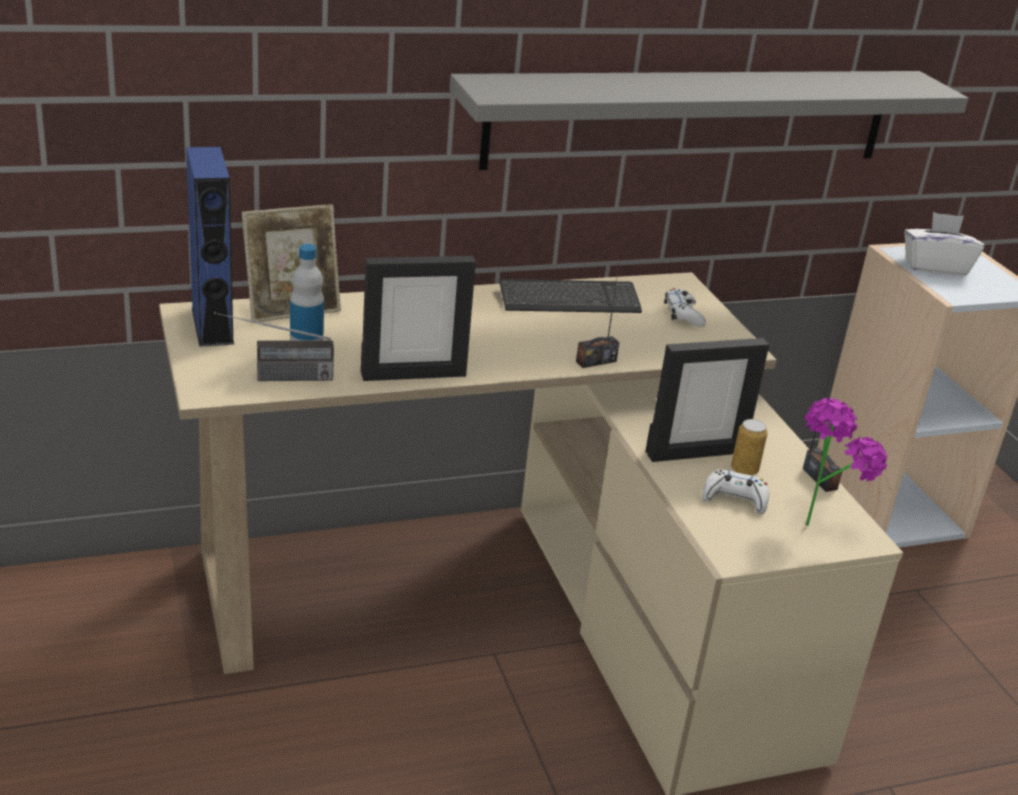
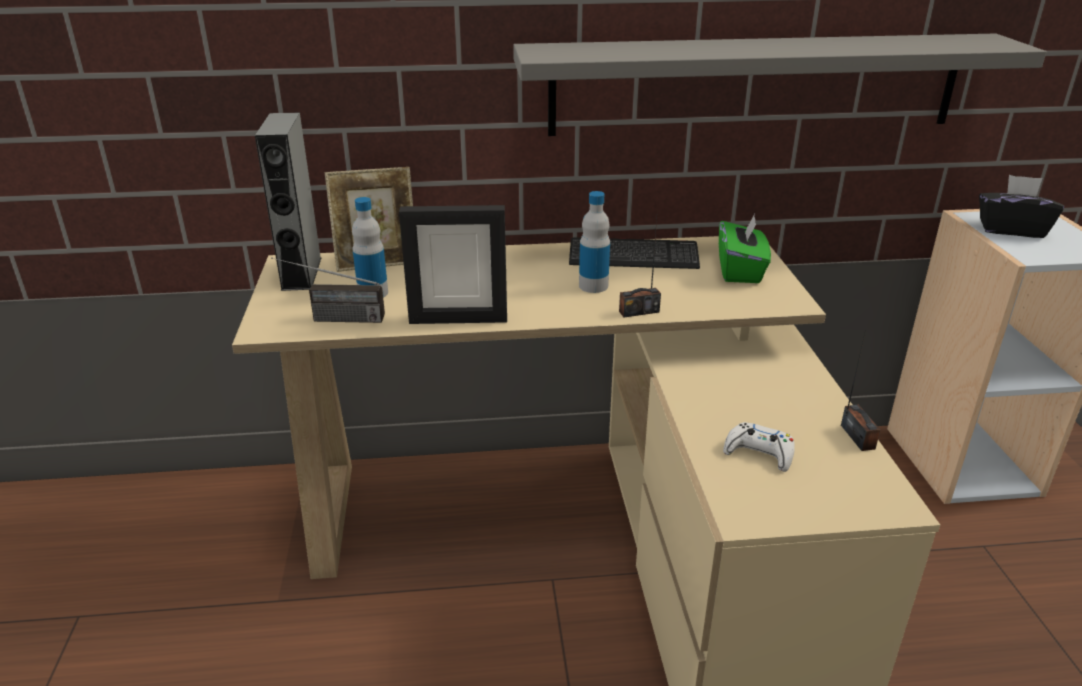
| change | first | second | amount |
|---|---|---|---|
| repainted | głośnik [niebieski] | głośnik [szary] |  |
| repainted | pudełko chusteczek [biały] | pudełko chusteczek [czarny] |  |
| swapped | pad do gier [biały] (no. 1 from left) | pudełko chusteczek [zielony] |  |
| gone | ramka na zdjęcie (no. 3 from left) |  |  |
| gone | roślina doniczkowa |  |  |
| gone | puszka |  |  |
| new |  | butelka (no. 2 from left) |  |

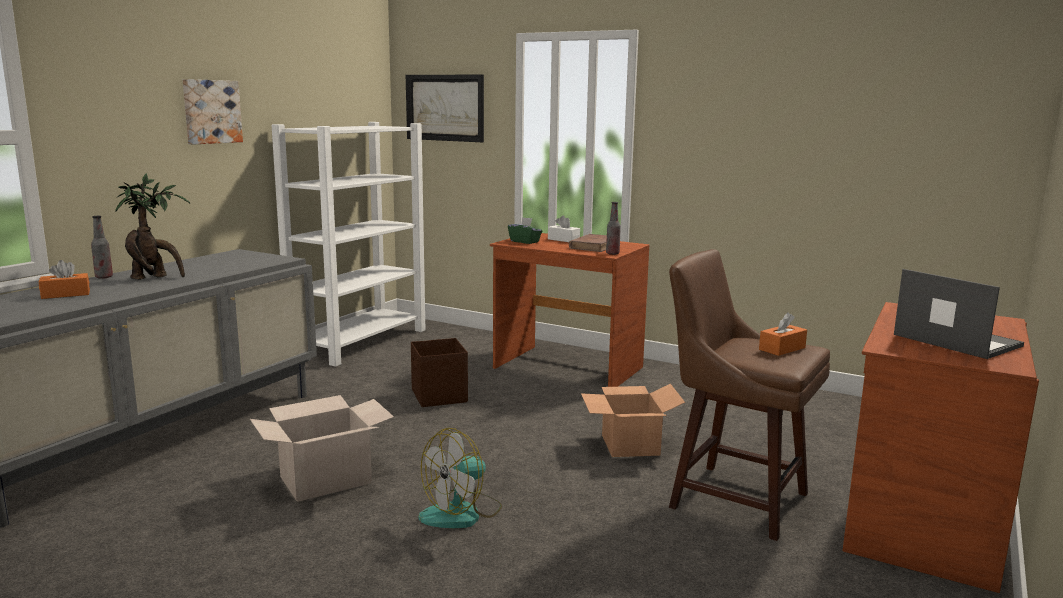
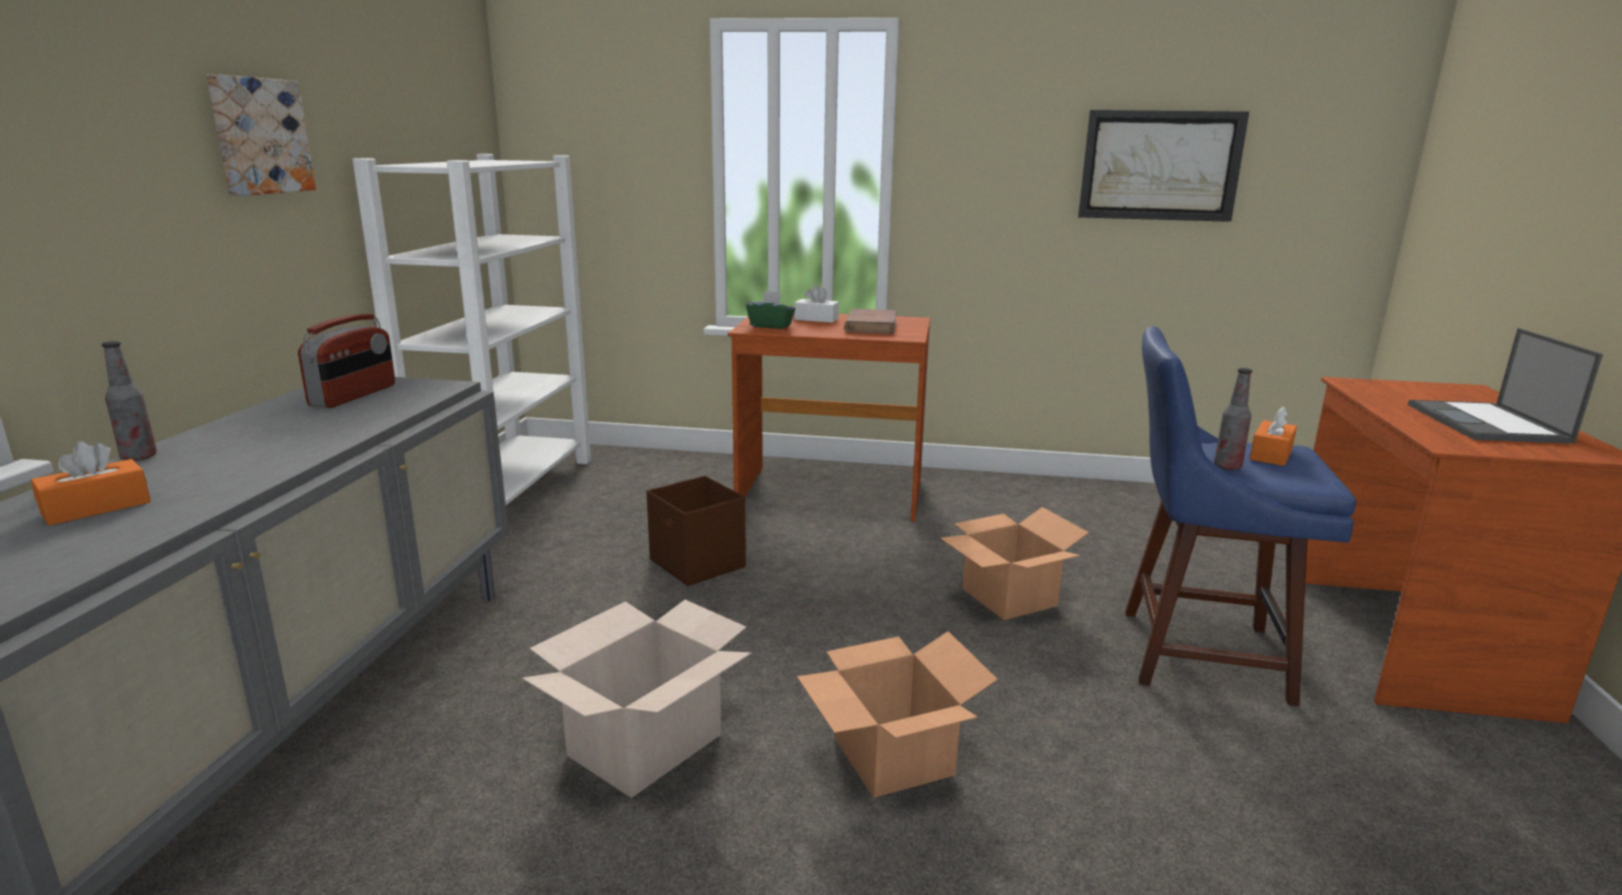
| change | first | second | amount |
|---|---|---|---|
| shifted | obraz (no. 2 from left) |  |  |
| gone | roślina doniczkowa |  |  |
| shifted | butelka (no. 2 from left) |  |  |
| repainted | stołek [brązowy] | stołek [niebieski] |  |
| rotated | laptop |  | 120 degrees counterclockwise |
| swapped | wentylator | karton (no. 2 from left) |  |
| new |  | radio |  |

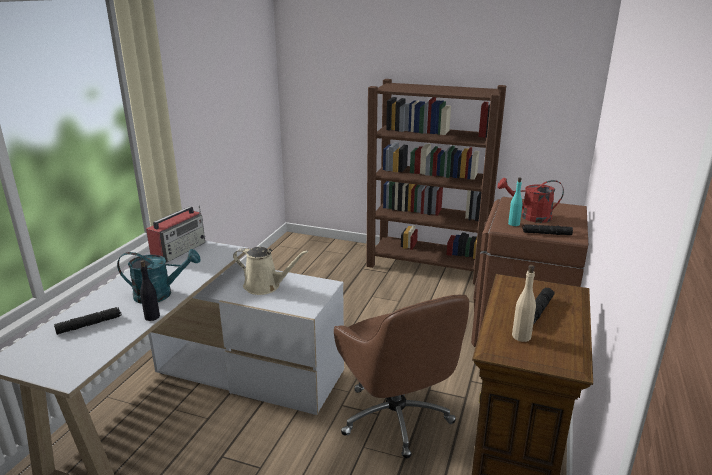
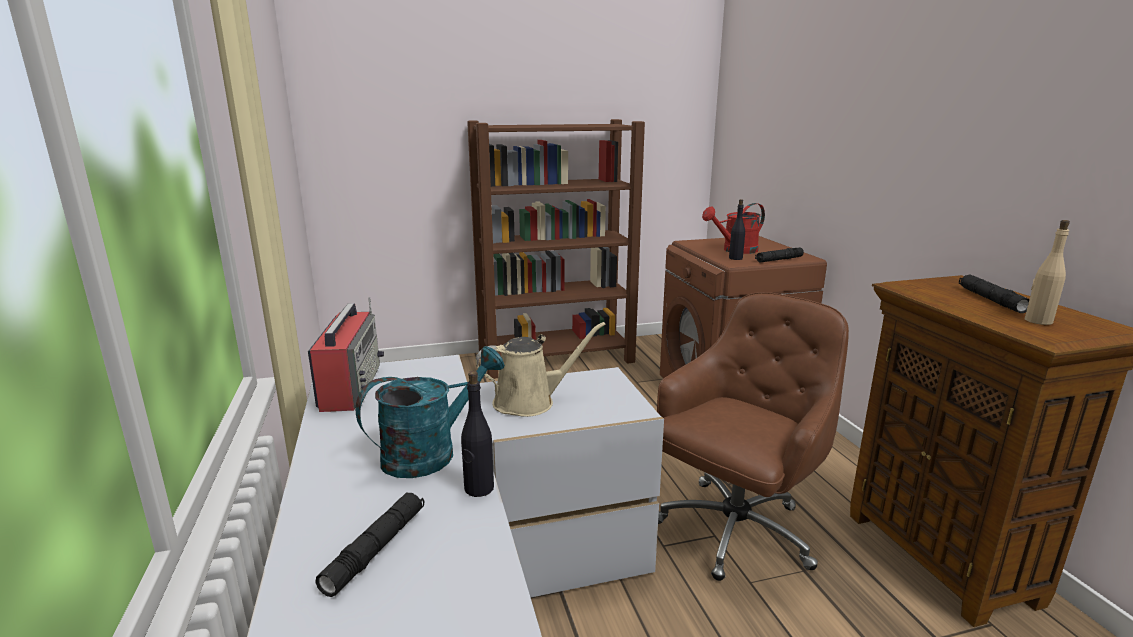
| change | first | second | amount |
|---|---|---|---|
| repainted | butelka [turkusowy] | butelka [czarny] (no. 2 from left) |  |
| rotated | krzesło biurowe [brązowy] |  | 75 degrees counterclockwise |

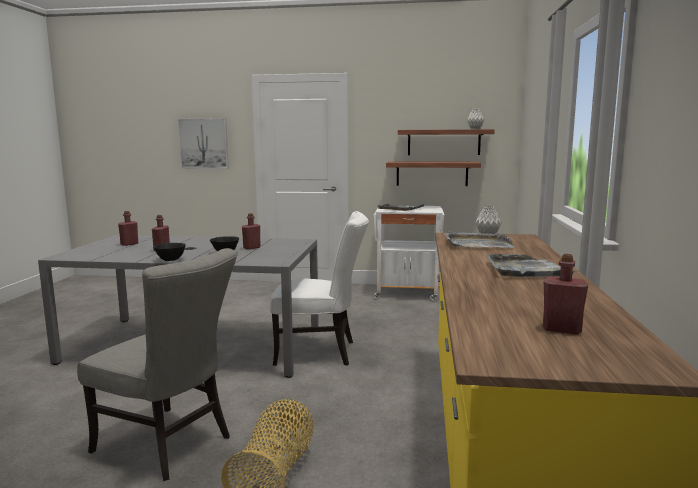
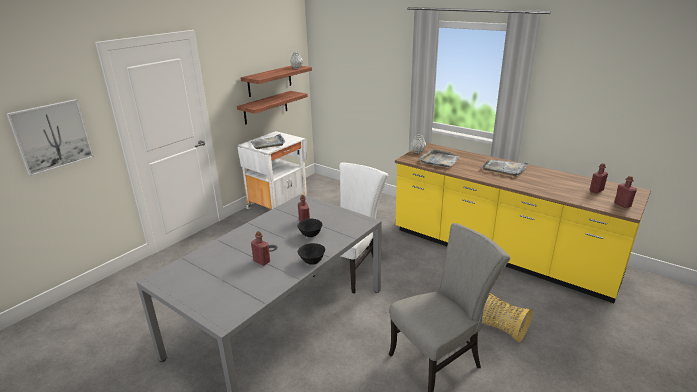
| change | first | second | amount |
|---|---|---|---|
| shifted | butelka [czerwony] (no. 1 from left in the first image) | butelka [czerwony] (no. 4 from left) |  |

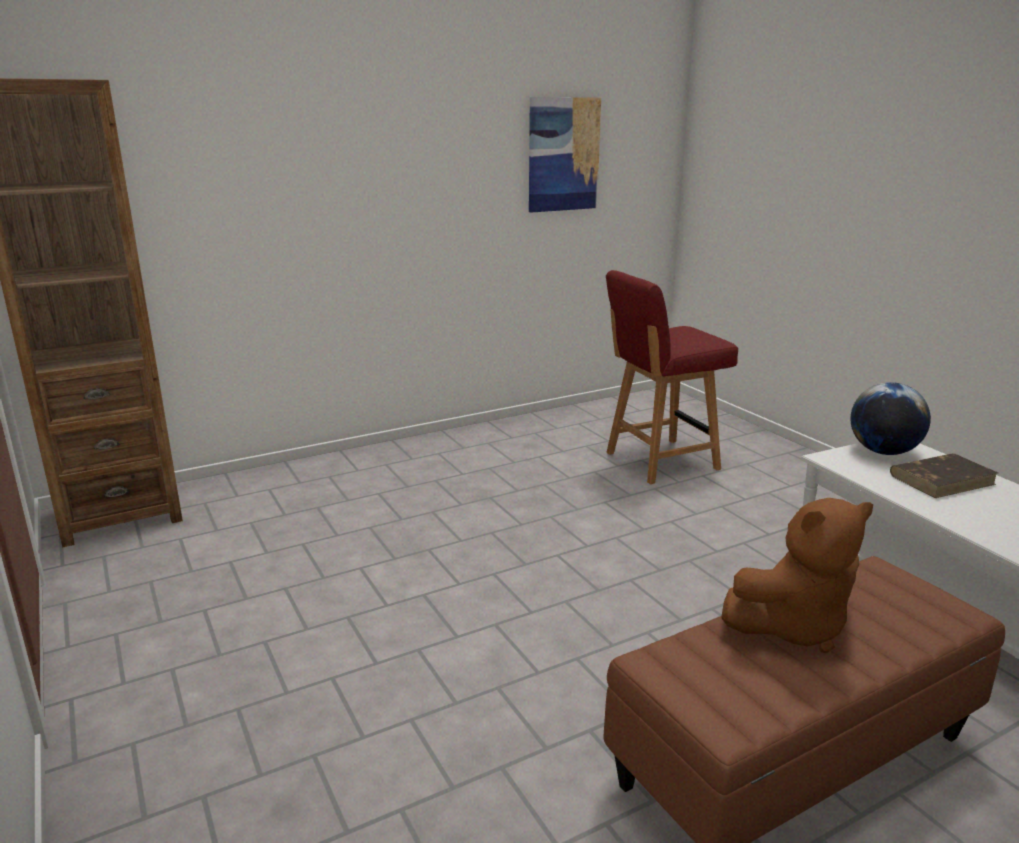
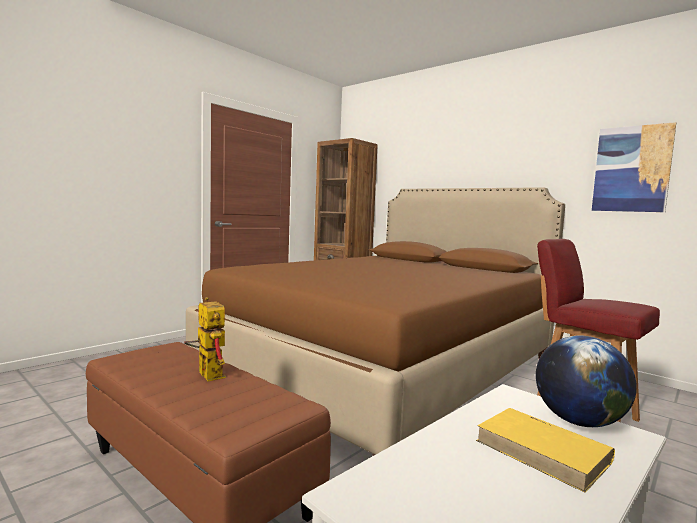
| change | first | second | amount |
|---|---|---|---|
| repainted | książka [brązowy] | książka [żółty] |  |
| swapped | pluszak [brązowy] | robot zabawkowy |  |
| new |  | łóżko [brązowy] |  |

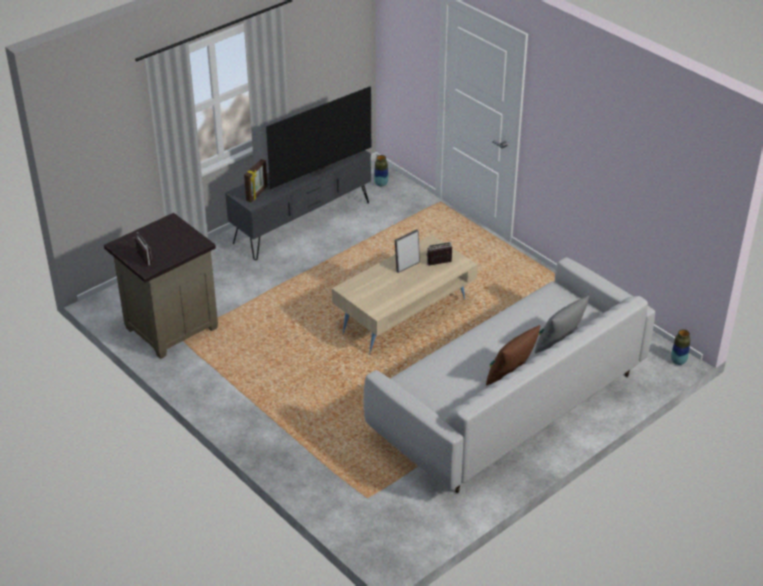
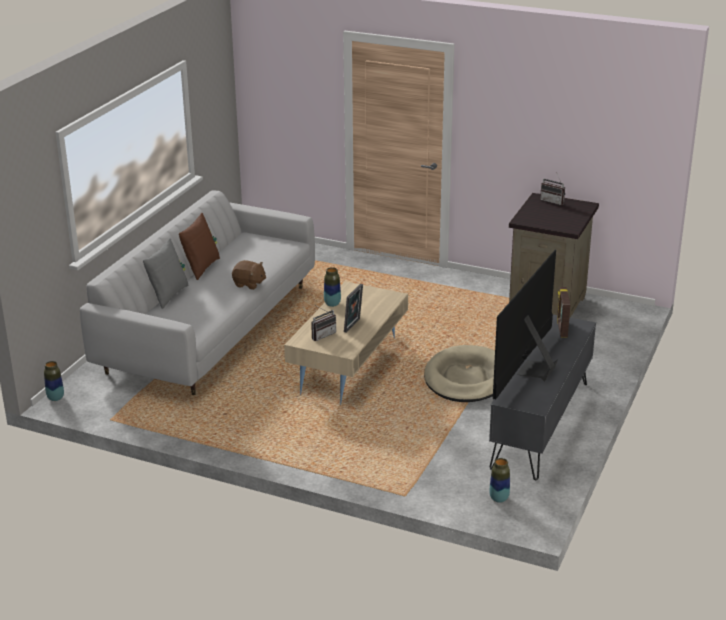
| change | first | second | amount |
|---|---|---|---|
| new |  | pluszak [brązowy] |  |
| new |  | wazon (no. 2 from left) |  |
| new |  | legowisko [beżowy] |  |

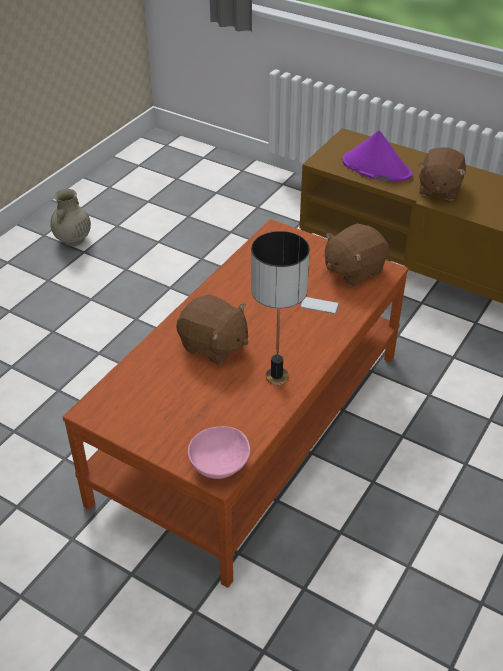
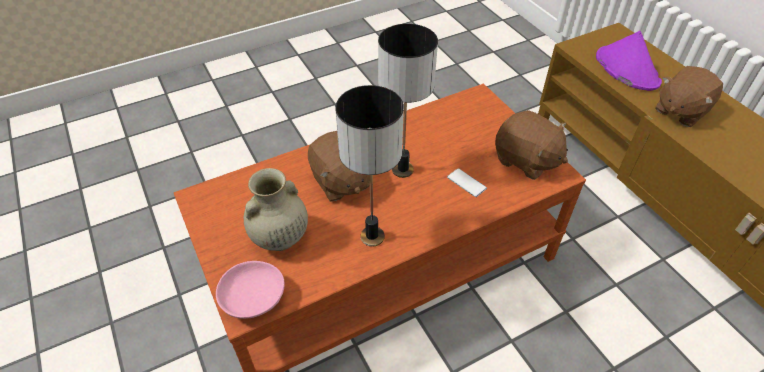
| change | first | second | amount |
|---|---|---|---|
| shifted | wazon [beżowy] |  |  |
| rotated | pluszak [brązowy] (no. 2 from left) |  | 135 degrees counterclockwise |
| new |  | lampa stołowa (no. 2 from left) |  |

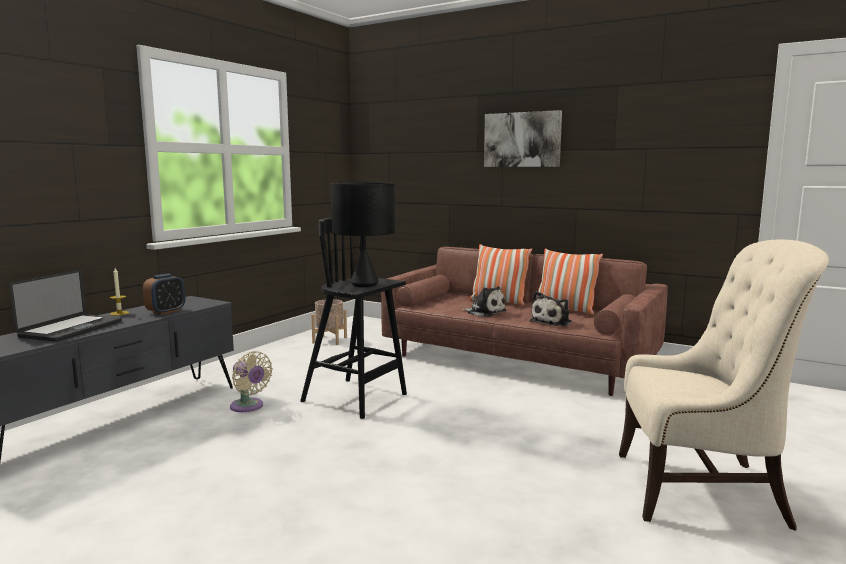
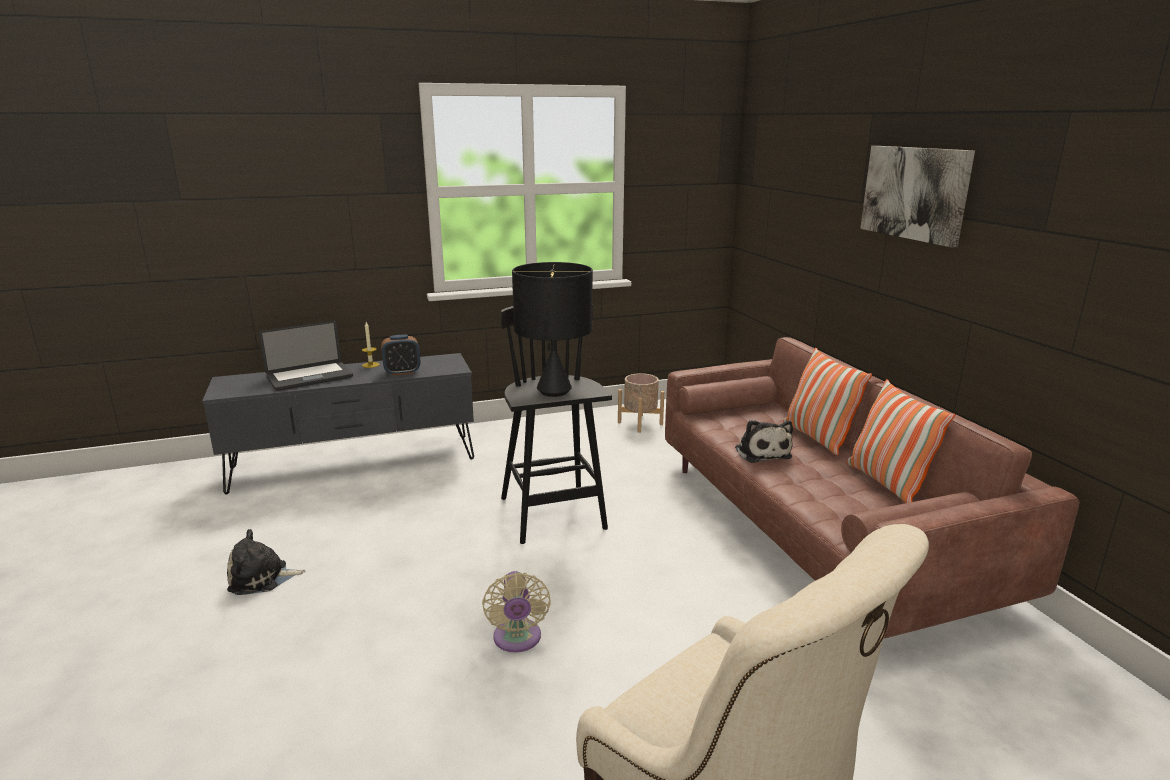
| change | first | second | amount |
|---|---|---|---|
| shifted | pluszak (no. 2 from left in the first image) | pluszak (no. 1 from left) |  |
| shifted | wentylator [beżowy] |  |  |

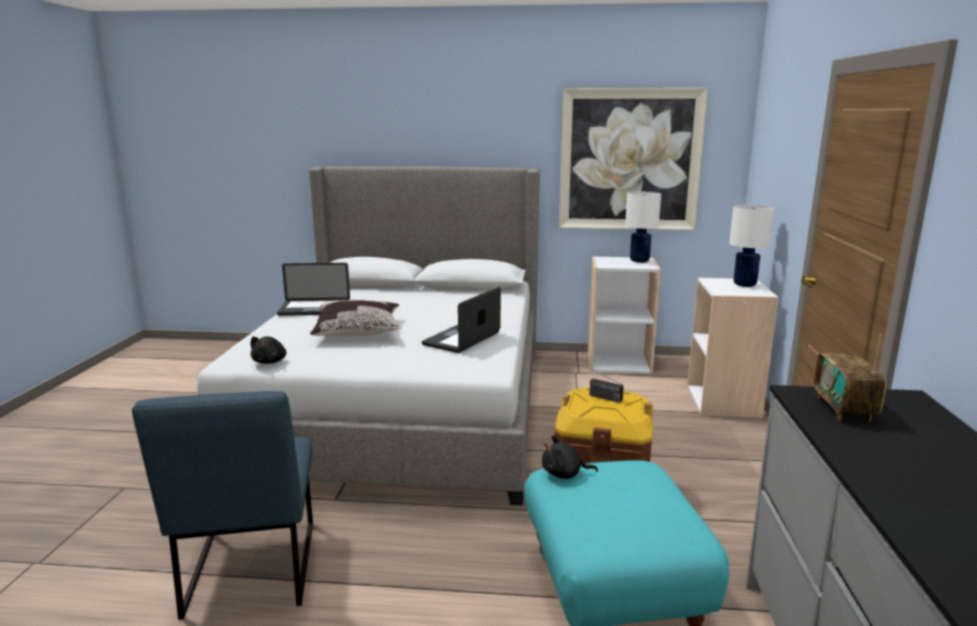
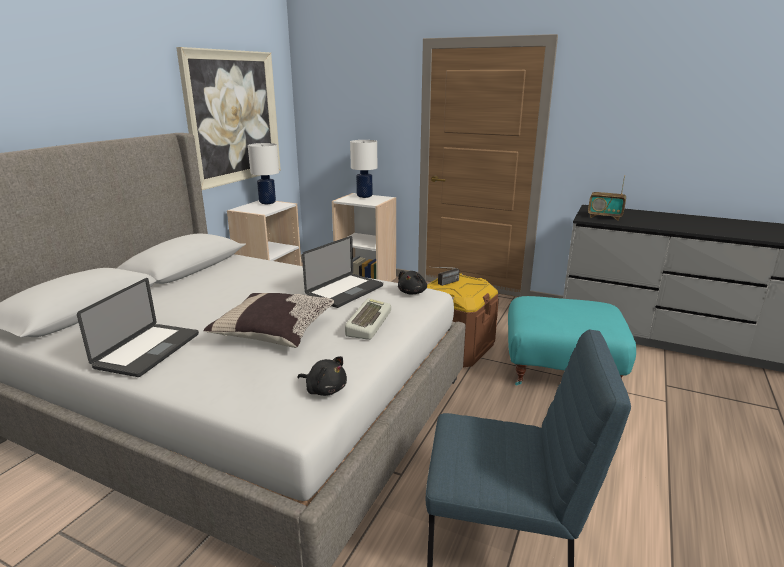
| change | first | second | amount |
|---|---|---|---|
| rotated | laptop (no. 2 from left) |  | 105 degrees counterclockwise |
| shifted | pluszak [czarny] (no. 2 from left) |  |  |
| new |  | klawiatura |  |

